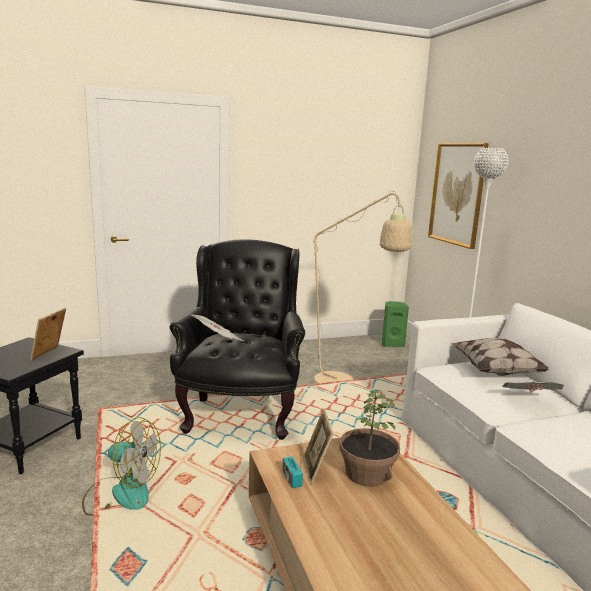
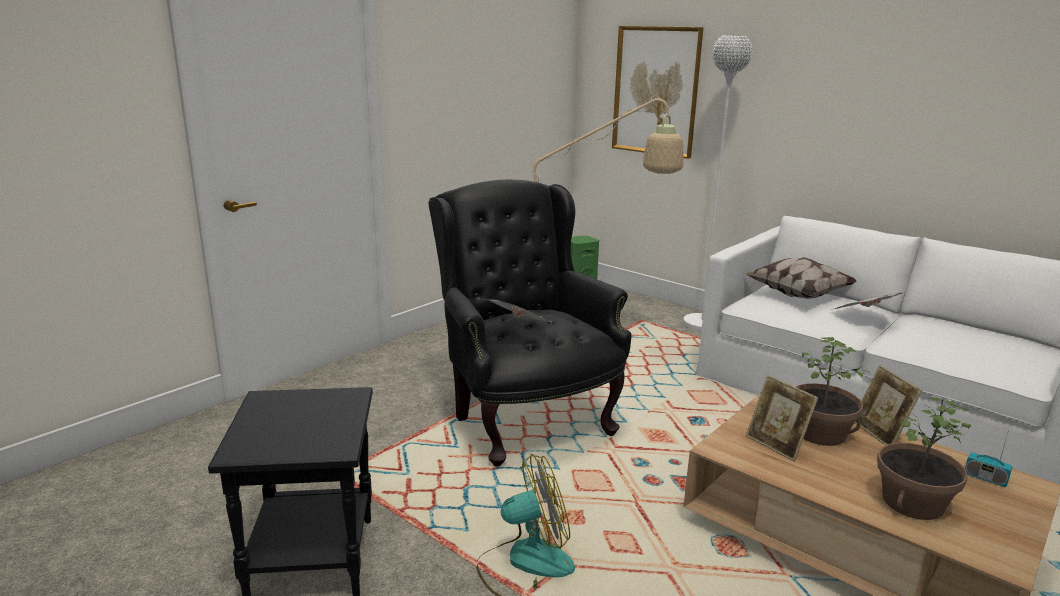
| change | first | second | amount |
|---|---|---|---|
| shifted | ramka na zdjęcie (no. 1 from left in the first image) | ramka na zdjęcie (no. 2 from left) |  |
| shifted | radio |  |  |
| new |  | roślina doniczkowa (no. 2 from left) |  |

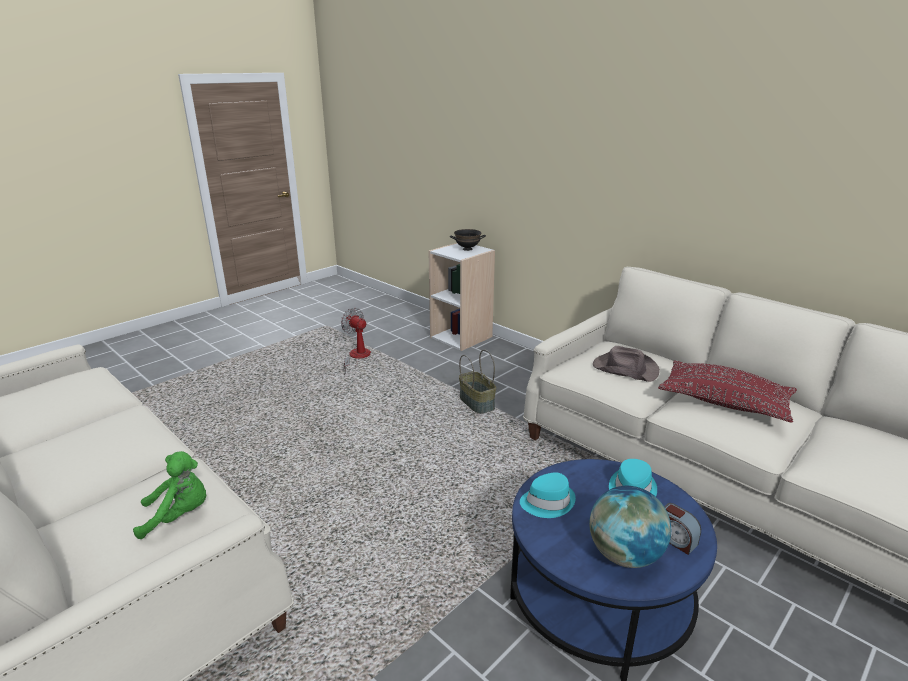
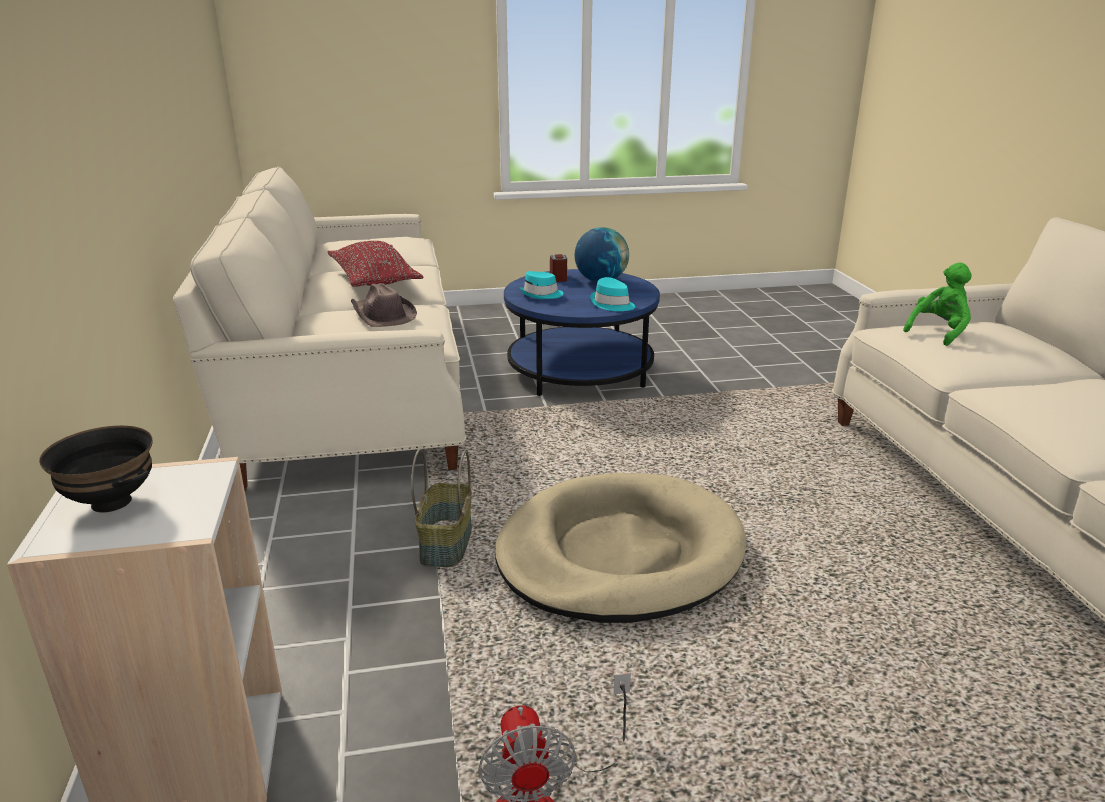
| change | first | second | amount |
|---|---|---|---|
| rotated | pluszak [zielony] |  | 120 degrees clockwise |
| new |  | legowisko [beżowy] |  |

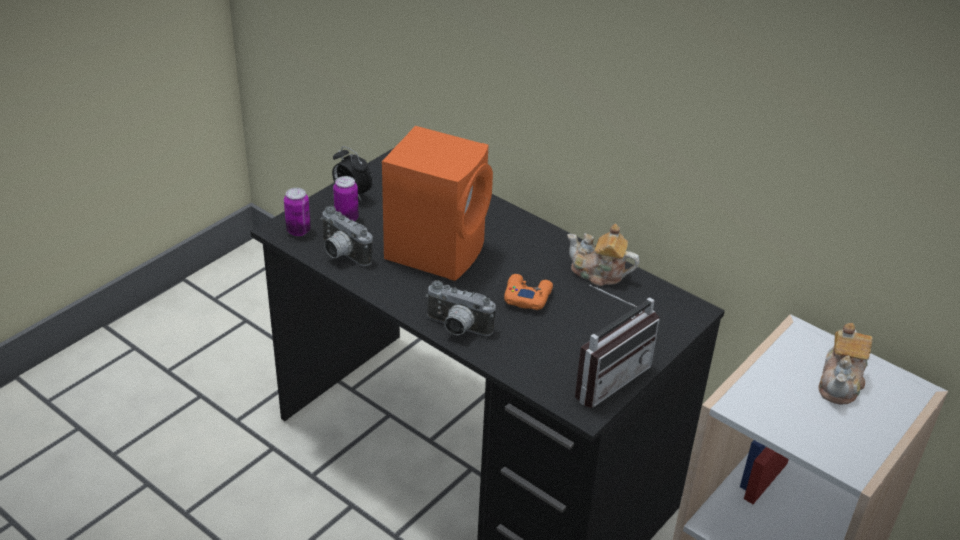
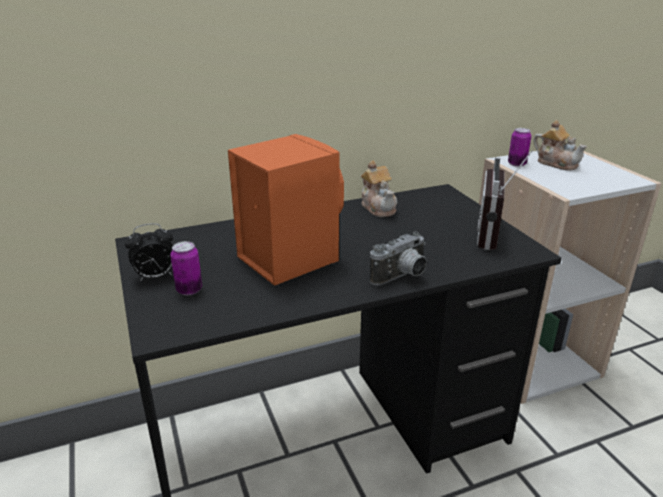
| change | first | second | amount |
|---|---|---|---|
| shifted | puszka (no. 1 from left in the first image) | puszka (no. 2 from left) |  |
| gone | aparat fotograficzny (no. 1 from left) |  |  |
| rotated | imbryk (no. 1 from left) |  | 75 degrees counterclockwise |
| gone | pad do gier [pomarańczowy] |  |  |
| rotated | radio |  | 150 degrees counterclockwise |

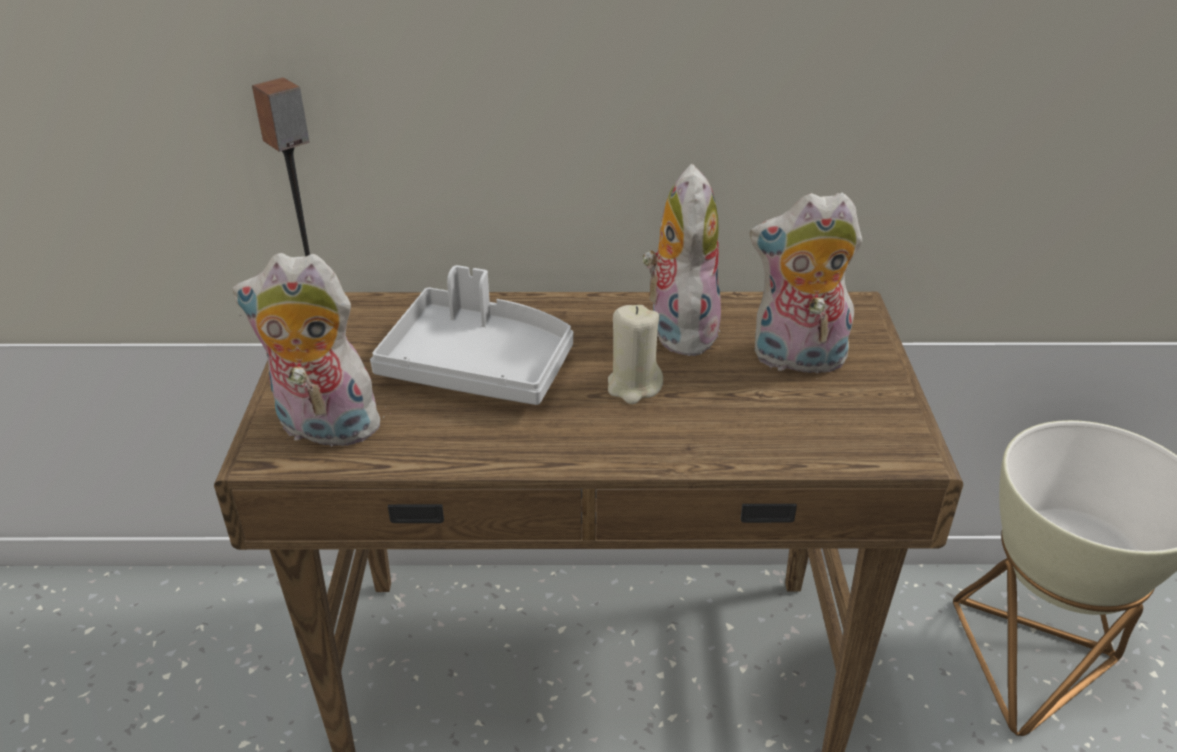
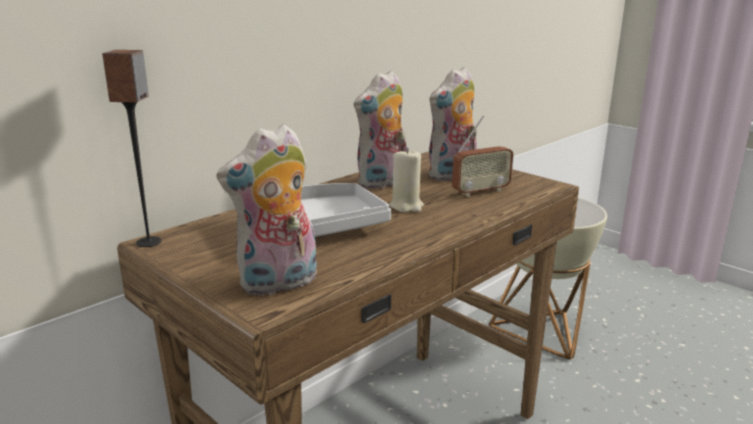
| change | first | second | amount |
|---|---|---|---|
| rotated | pluszak (no. 2 from left) |  | 90 degrees counterclockwise |
| new |  | radio |  |

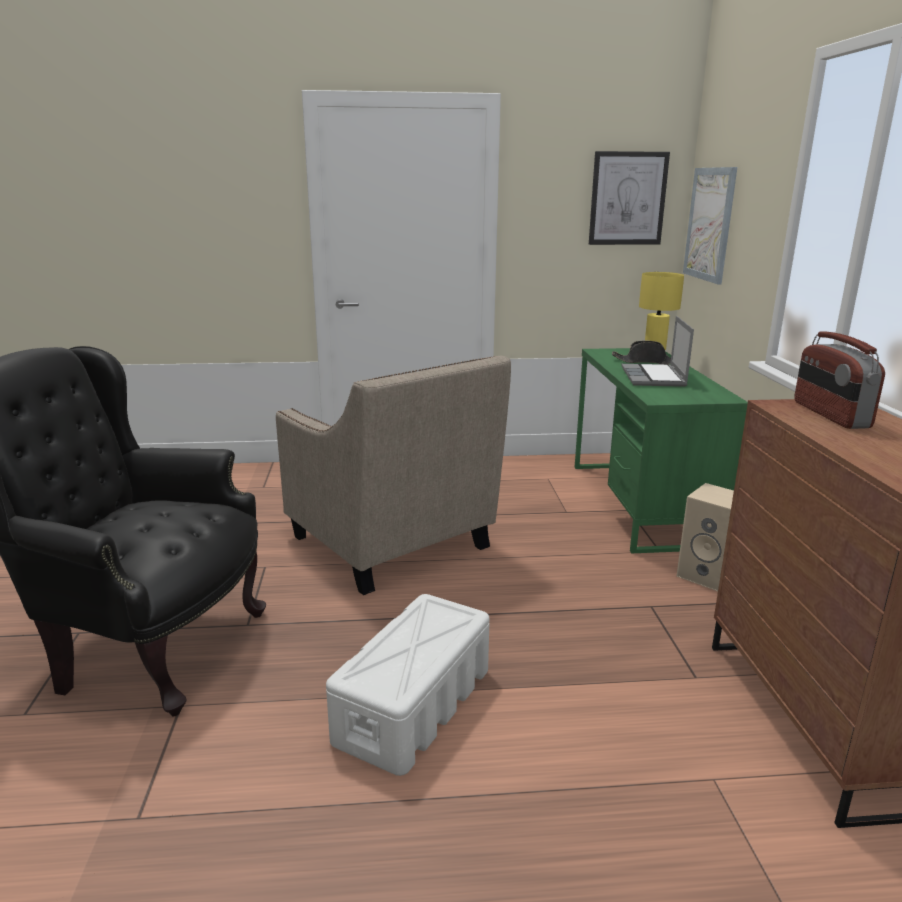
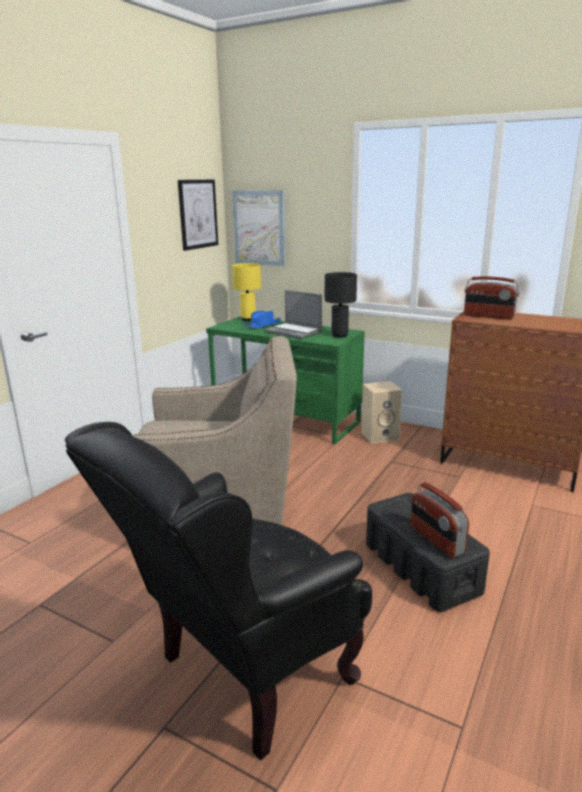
| change | first | second | amount |
|---|---|---|---|
| repainted | kapelusz [czarny] | kapelusz [niebieski] |  |
| repainted | pojemnik do przechowywania [biały] | pojemnik do przechowywania [czarny] |  |
| new |  | lampa stołowa [czarny] |  |
| new |  | radio (no. 1 from left) |  |

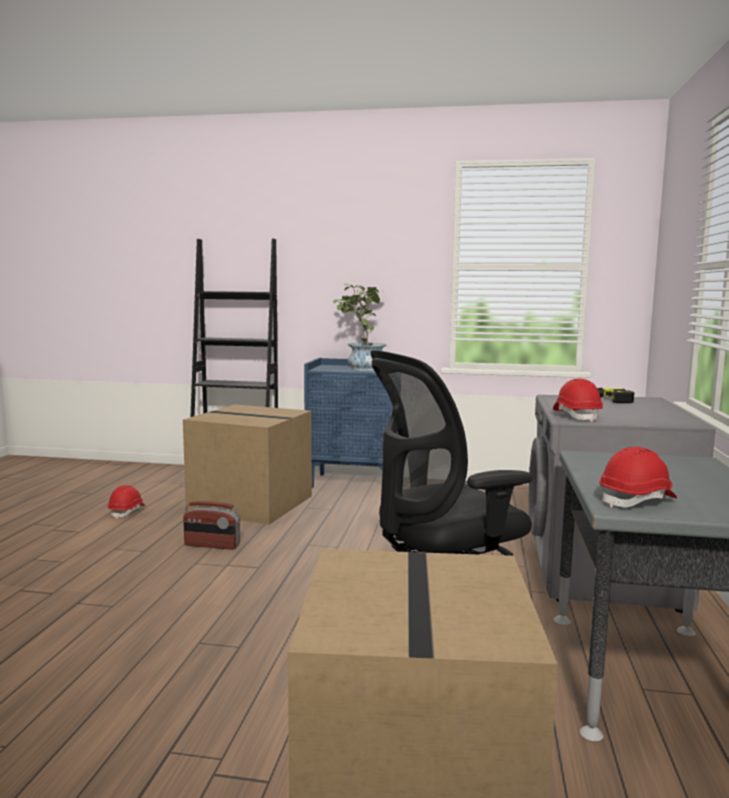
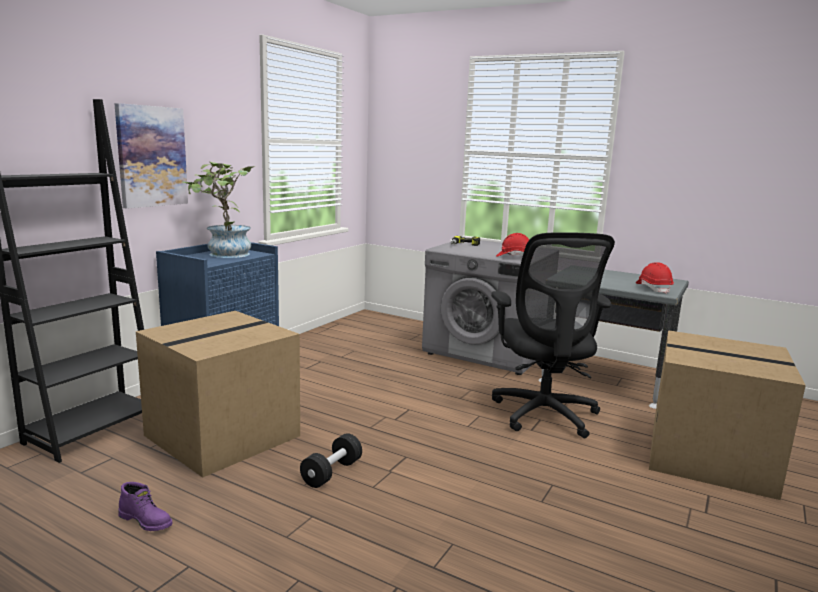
| change | first | second | amount |
|---|---|---|---|
| swapped | kask [czerwony] (no. 1 from left) | but z cholewką [fioletowy] |  |
| swapped | radio | hantel [czarny] |  |
| new |  | obraz |  |

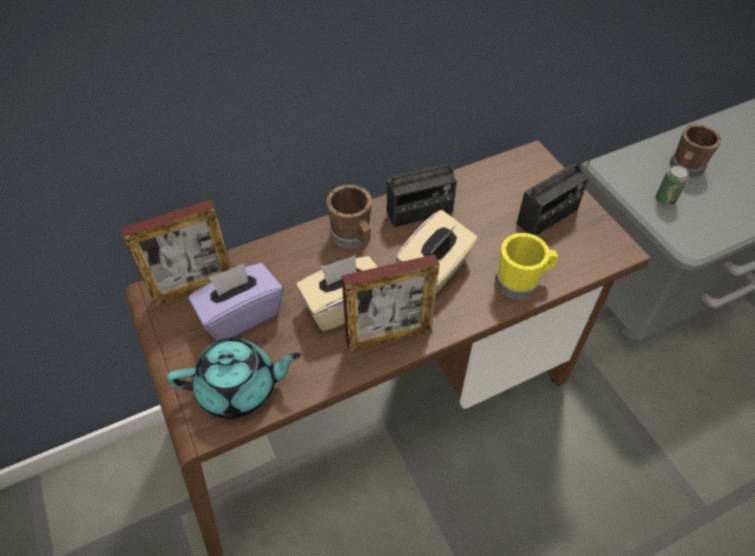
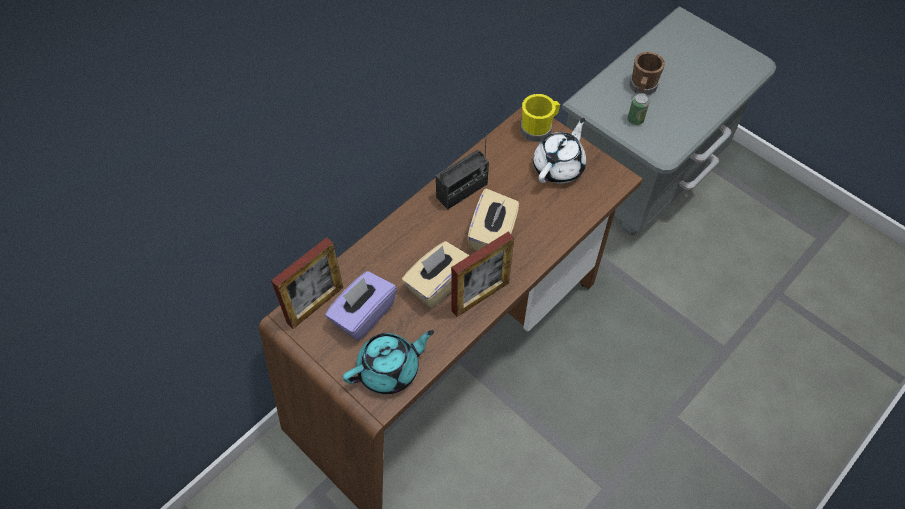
| change | first | second | amount |
|---|---|---|---|
| swapped | radio (no. 2 from left) | imbryk [biały] |  |
| gone | kubek [brązowy] (no. 1 from left) |  |  |
| shifted | kubek [żółty] |  |  |

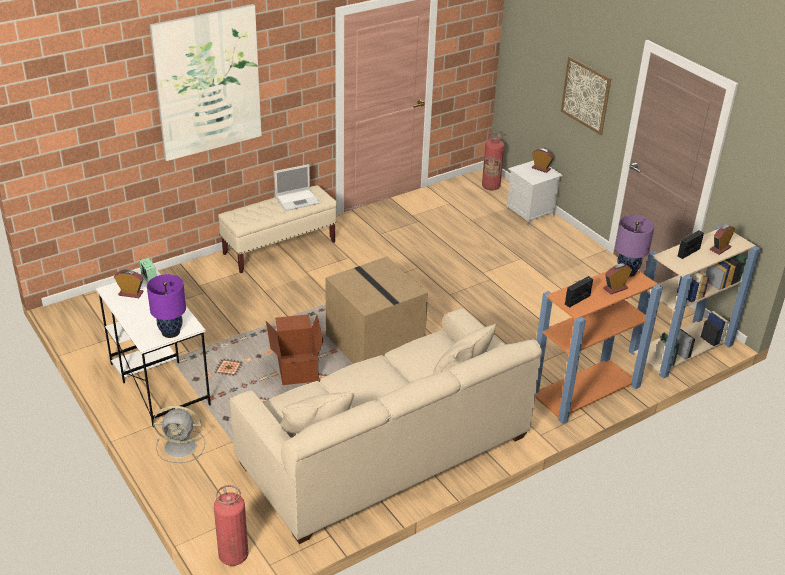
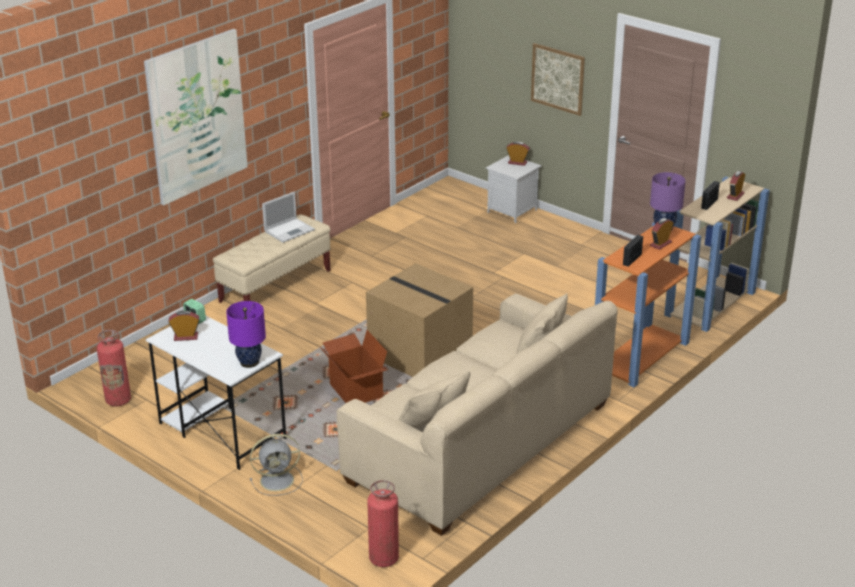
| change | first | second | amount |
|---|---|---|---|
| shifted | gaśnica (no. 2 from left in the first image) | gaśnica (no. 1 from left) |  |

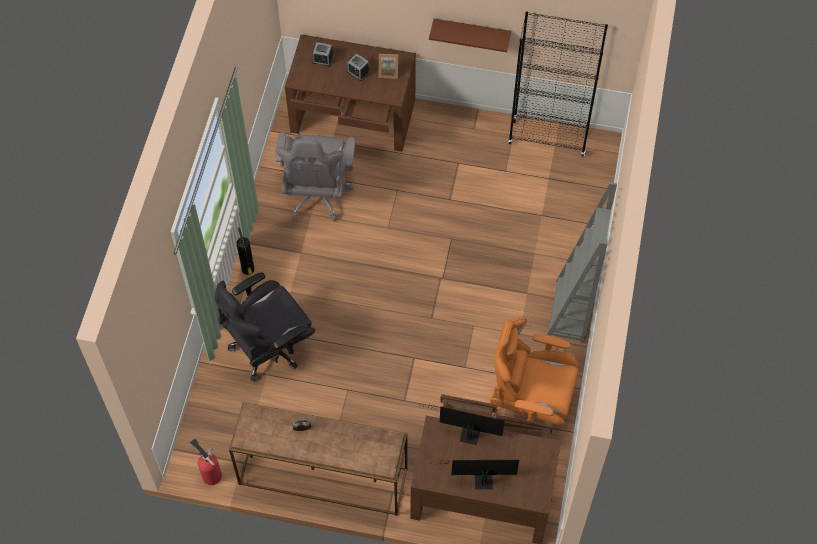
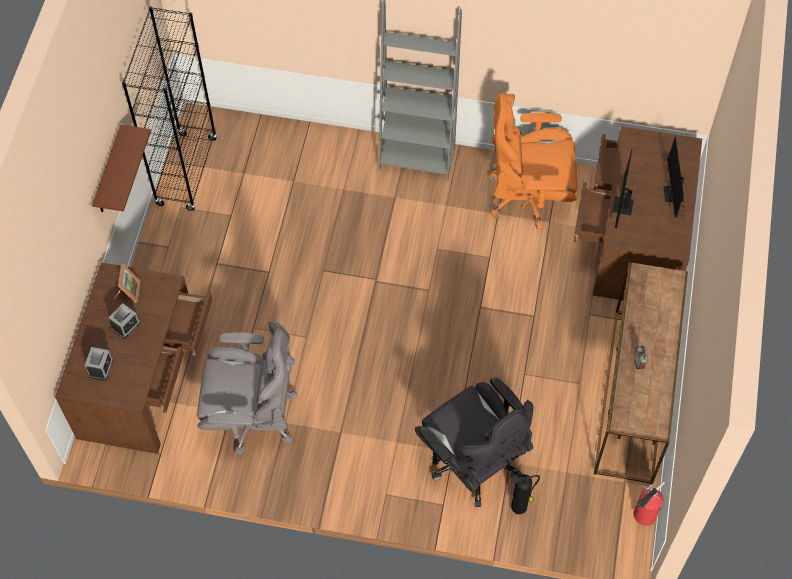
| change | first | second | amount |
|---|---|---|---|
| shifted | gaśnica (no. 2 from left in the first image) | gaśnica (no. 1 from left) |  |
| rotated | krzesło biurowe [pomarańczowy] |  | 75 degrees clockwise |

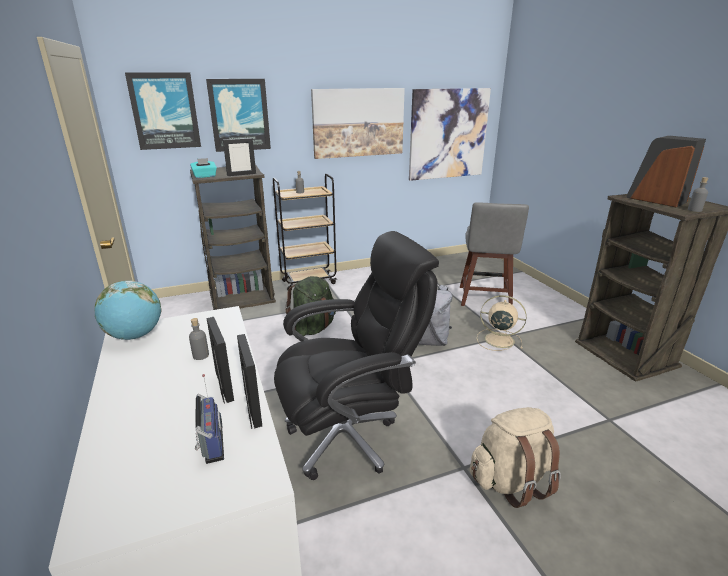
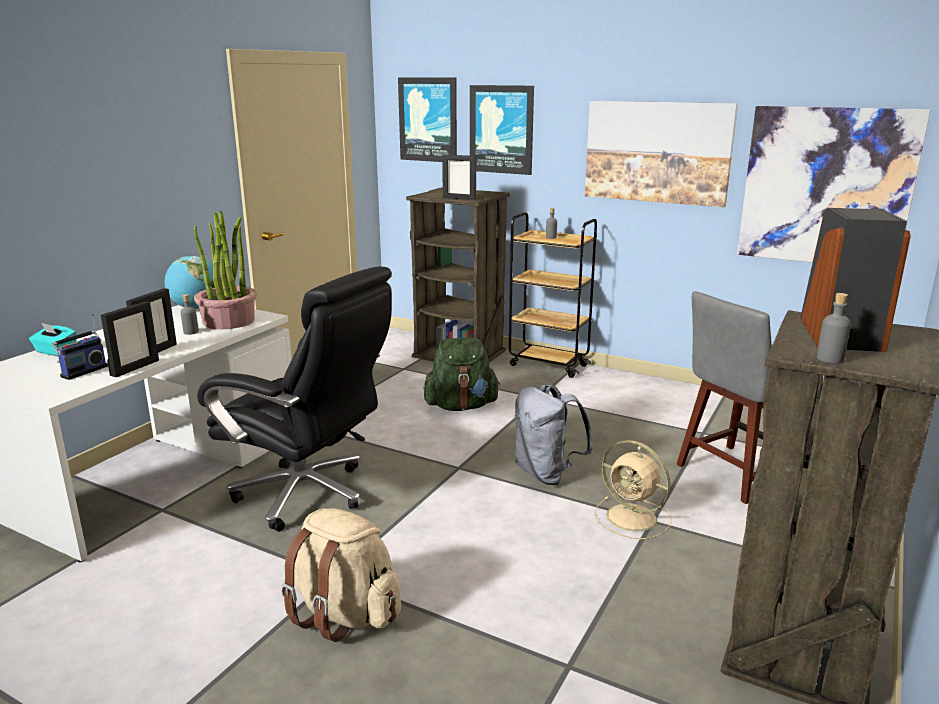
| change | first | second | amount |
|---|---|---|---|
| shifted | pudełko chusteczek [turkusowy] |  |  |
| rotated | wentylator [beżowy] |  | 150 degrees clockwise |
| new |  | roślina doniczkowa |  |

